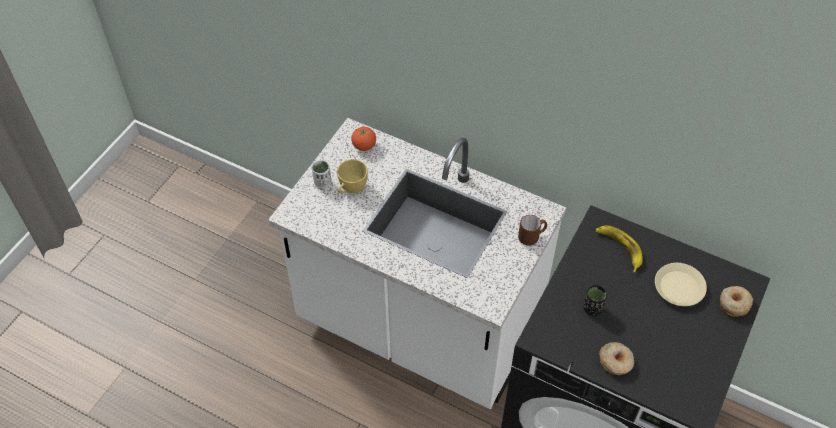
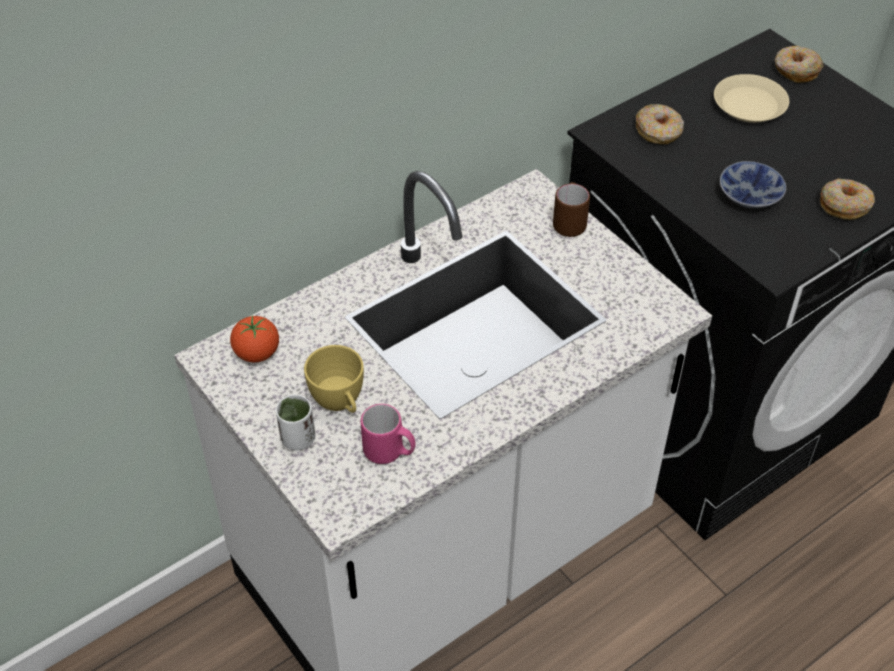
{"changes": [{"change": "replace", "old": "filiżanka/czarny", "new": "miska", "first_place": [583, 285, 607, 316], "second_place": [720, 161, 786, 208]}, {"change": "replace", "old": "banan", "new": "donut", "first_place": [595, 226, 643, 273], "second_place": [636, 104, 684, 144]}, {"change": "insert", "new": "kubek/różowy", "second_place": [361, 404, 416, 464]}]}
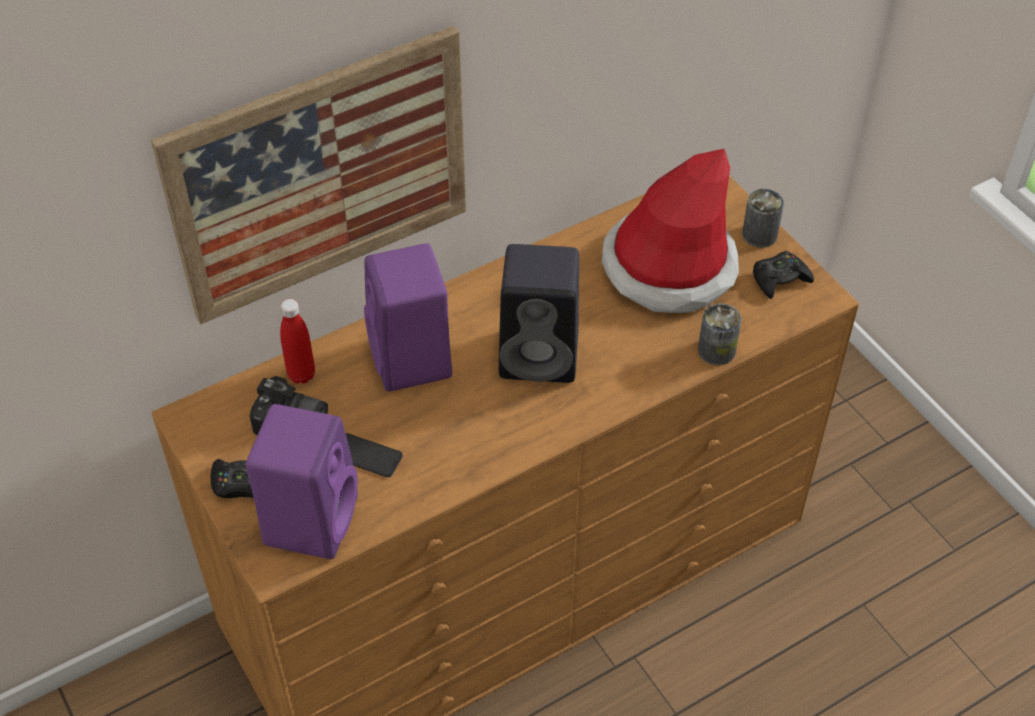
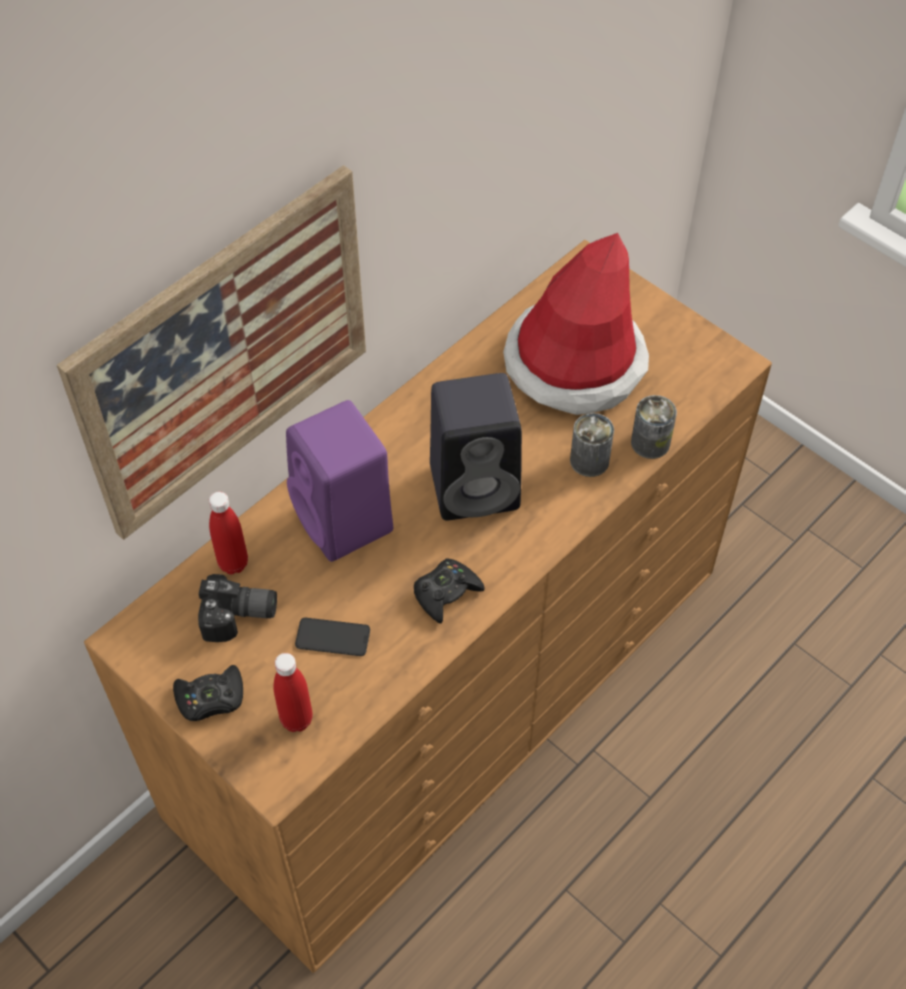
{"changes": [{"change": "replace", "old": "głośnik/fioletowy", "new": "butelka/czerwony", "first_place": [246, 404, 358, 559], "second_place": [273, 653, 313, 732]}, {"change": "move", "old": "puszka", "first_place": [742, 189, 784, 248], "second_place": [570, 413, 614, 477]}, {"change": "move", "old": "pad do gier/czarny", "first_place": [753, 251, 814, 299], "second_place": [414, 558, 485, 624]}]}
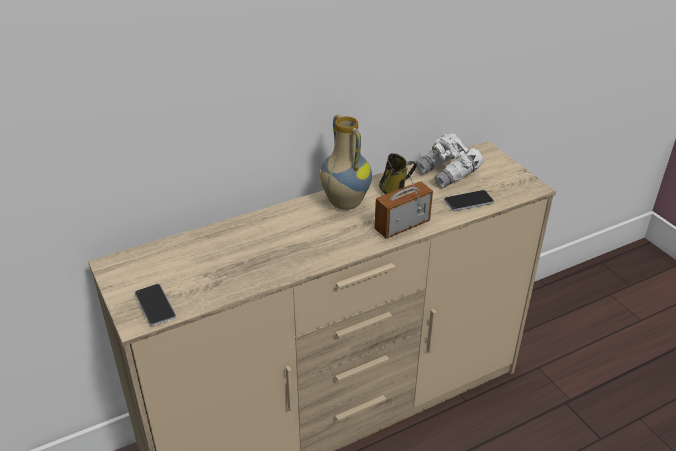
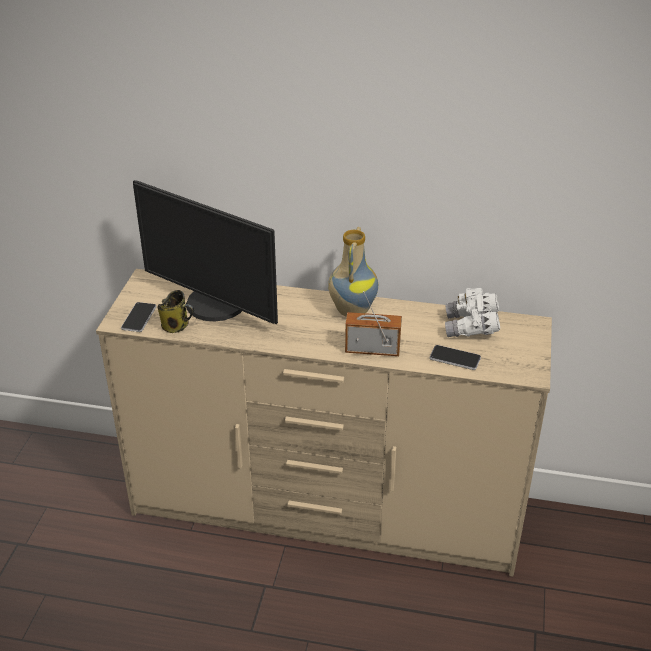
{"changes": [{"change": "move", "old": "kubek", "first_place": [379, 153, 417, 195], "second_place": [158, 290, 194, 333]}, {"change": "insert", "new": "monitor", "second_place": [133, 180, 278, 324]}]}
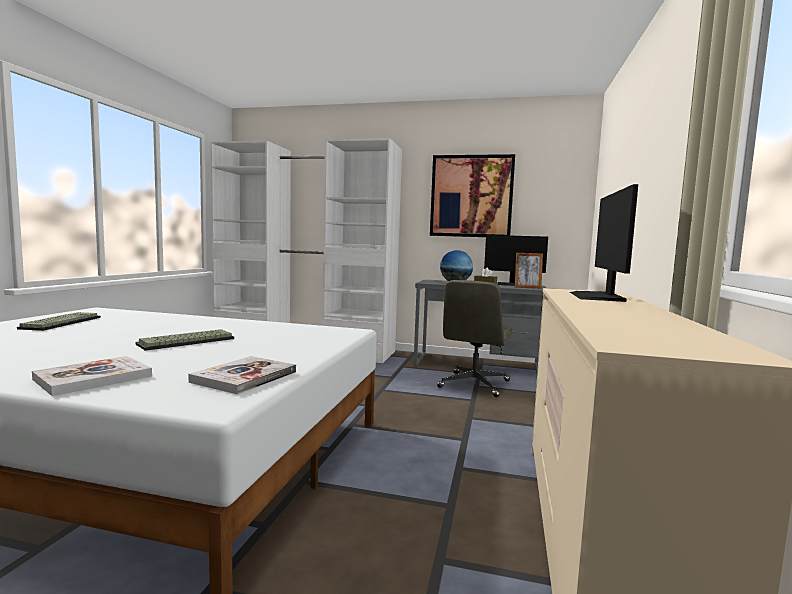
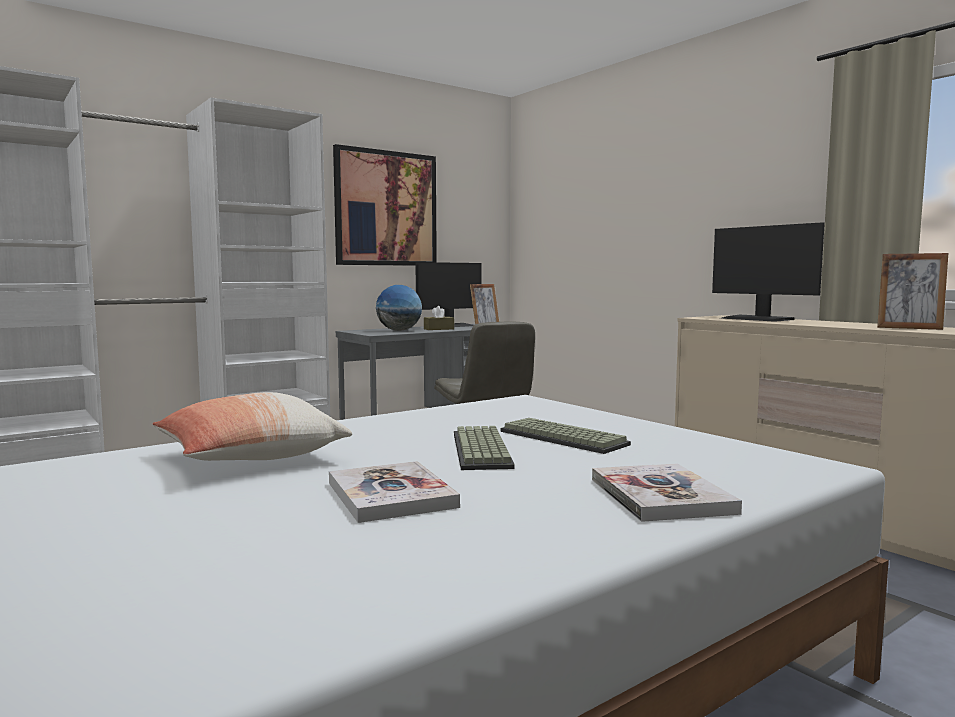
{"changes": [{"change": "move", "old": "klawiatura", "first_place": [17, 312, 101, 331], "second_place": [501, 418, 631, 454]}, {"change": "move", "old": "książka", "first_place": [188, 356, 296, 394], "second_place": [329, 461, 460, 523]}, {"change": "insert", "new": "poduszka", "second_place": [152, 392, 352, 461]}, {"change": "insert", "new": "ramka na zdjęcie", "second_place": [877, 253, 948, 330]}]}
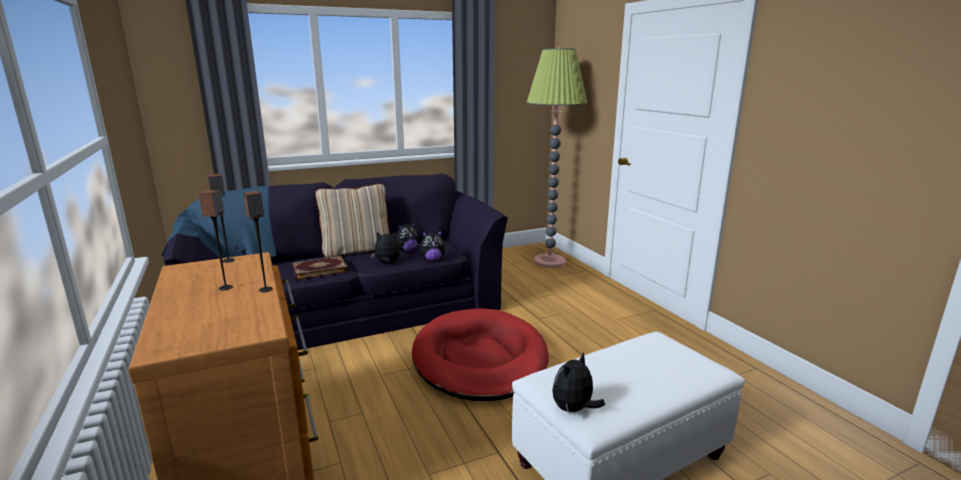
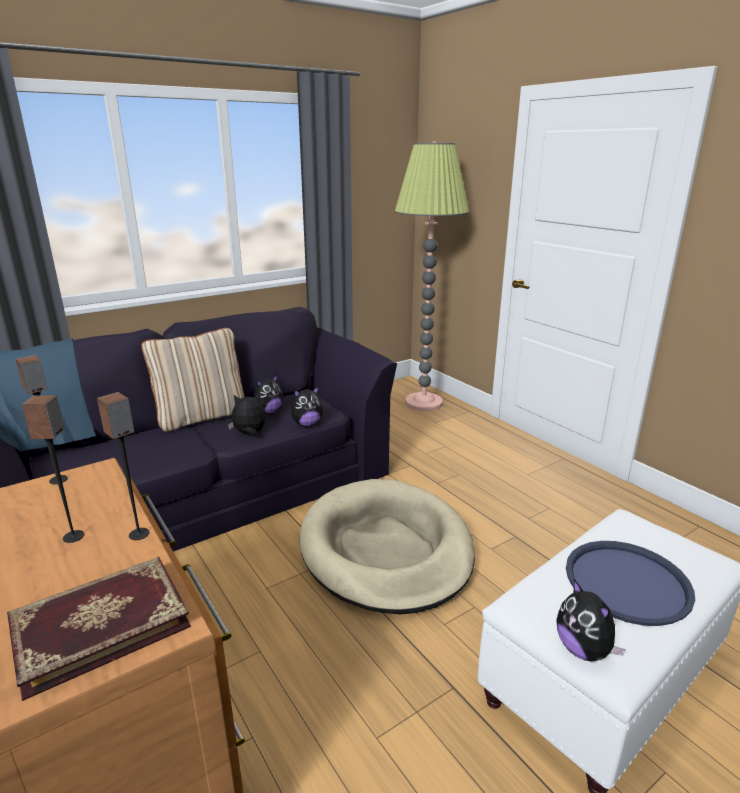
{"changes": [{"change": "move", "old": "książka", "first_place": [292, 256, 348, 281], "second_place": [7, 557, 191, 701]}, {"change": "recolor", "old": "legowisko/czerwony", "new": "legowisko/beżowy", "first_place": [412, 308, 549, 401], "second_place": [299, 479, 475, 614]}, {"change": "rotate", "old": "pluszak", "first_place": [552, 352, 605, 413], "second_place": [556, 579, 626, 662], "degrees": -60}, {"change": "insert", "new": "taca/niebieski", "second_place": [566, 541, 695, 626]}]}
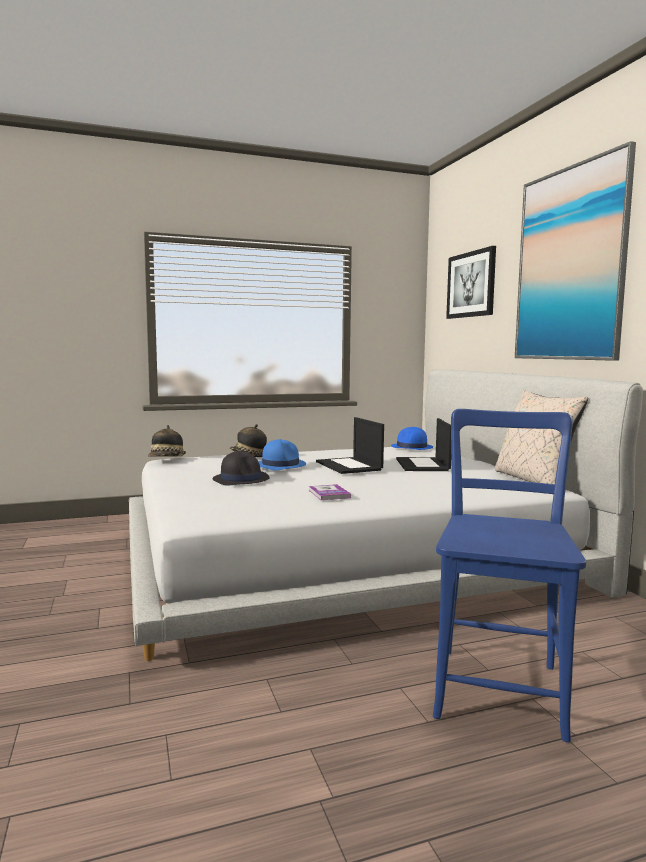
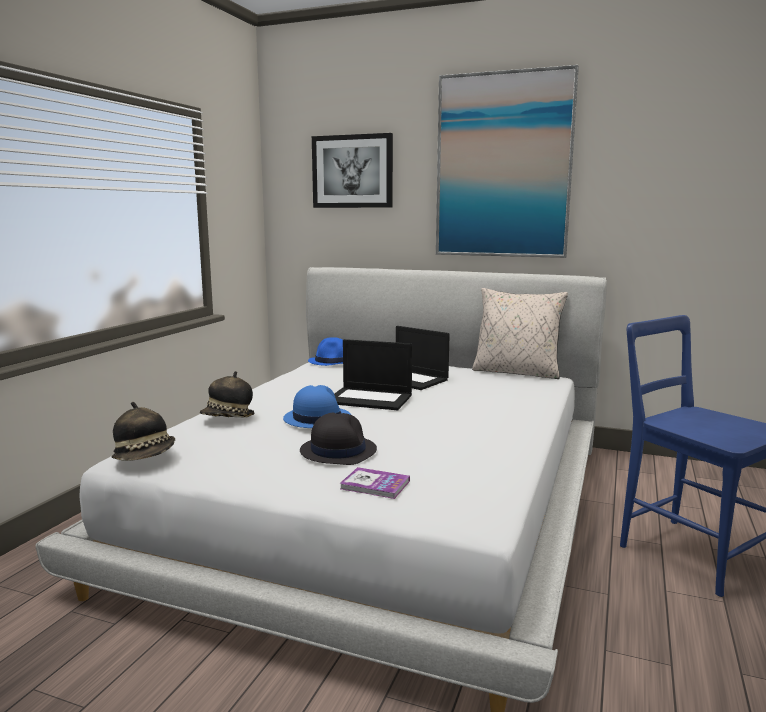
{"changes": [{"change": "move", "old": "książka", "first_place": [309, 484, 351, 500], "second_place": [339, 467, 410, 499]}]}
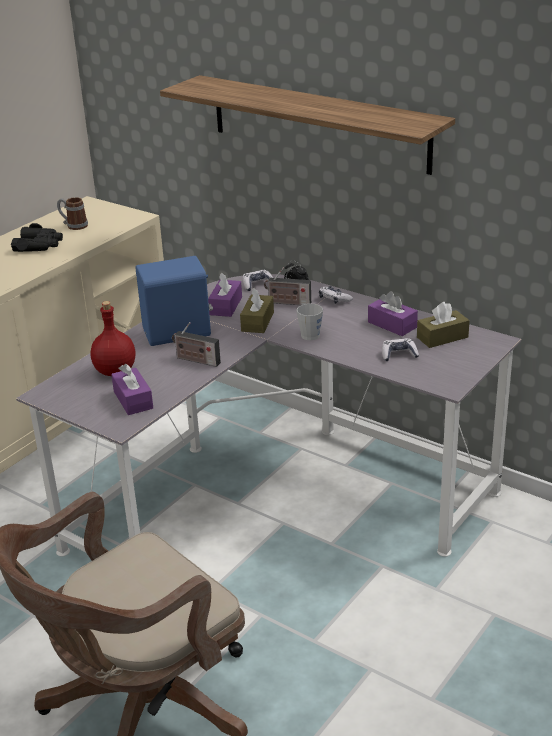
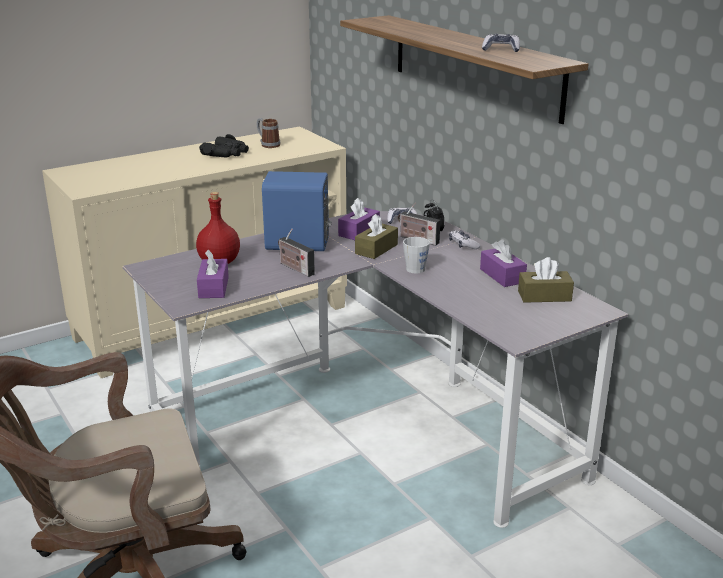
{"changes": [{"change": "move", "old": "pad do gier", "first_place": [382, 338, 419, 361], "second_place": [482, 34, 520, 52]}]}
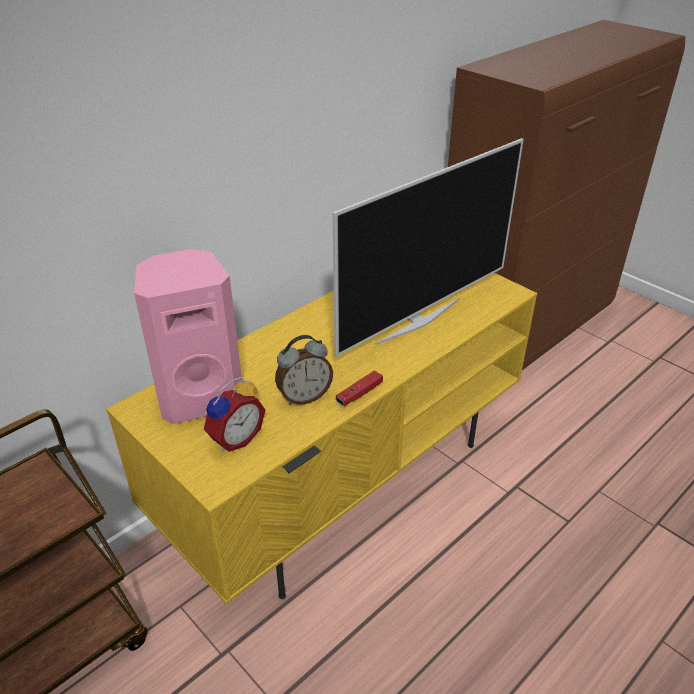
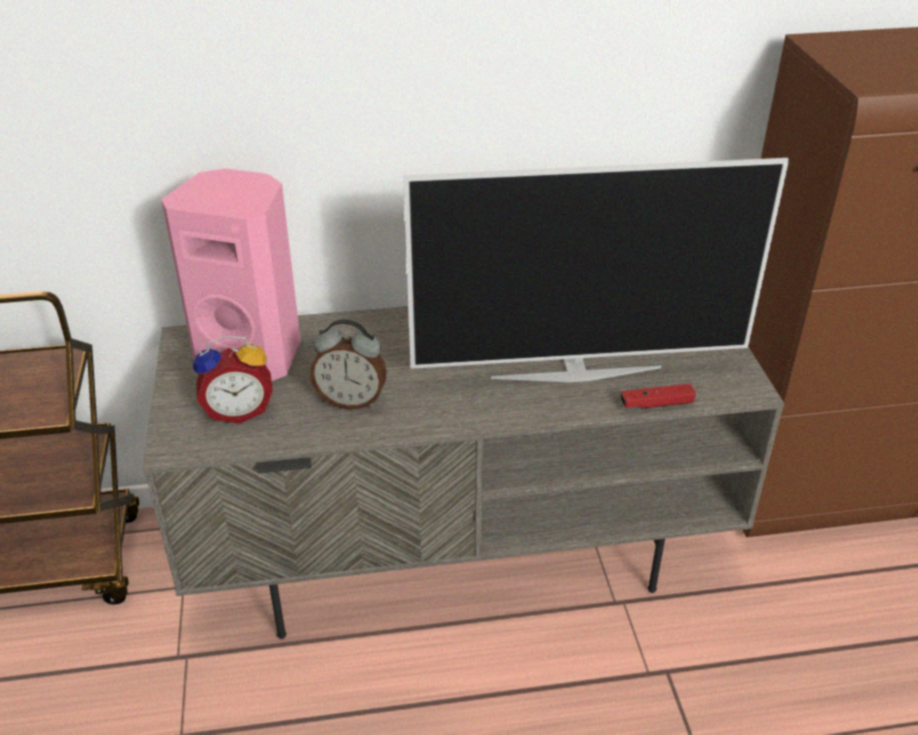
{"changes": [{"change": "recolor", "old": "szafka pod telewizor/żółty", "new": "szafka pod telewizor/szary", "first_place": [106, 273, 537, 604], "second_place": [143, 306, 784, 639]}, {"change": "move", "old": "pad do gier/czerwony", "first_place": [336, 371, 383, 406], "second_place": [621, 384, 696, 408]}]}
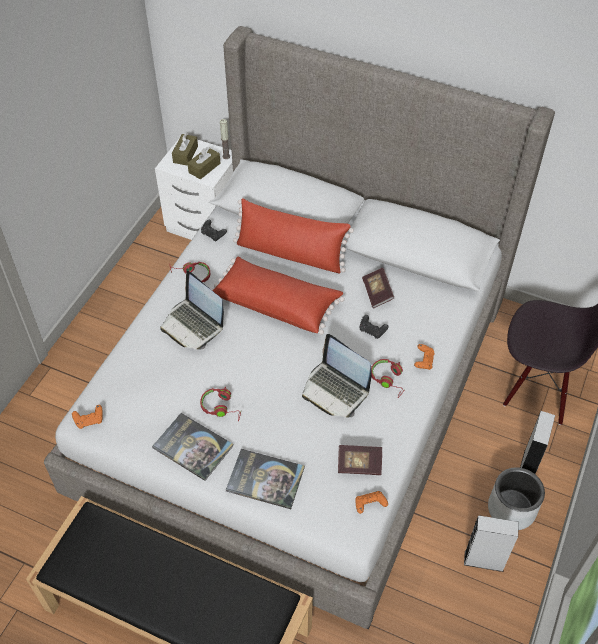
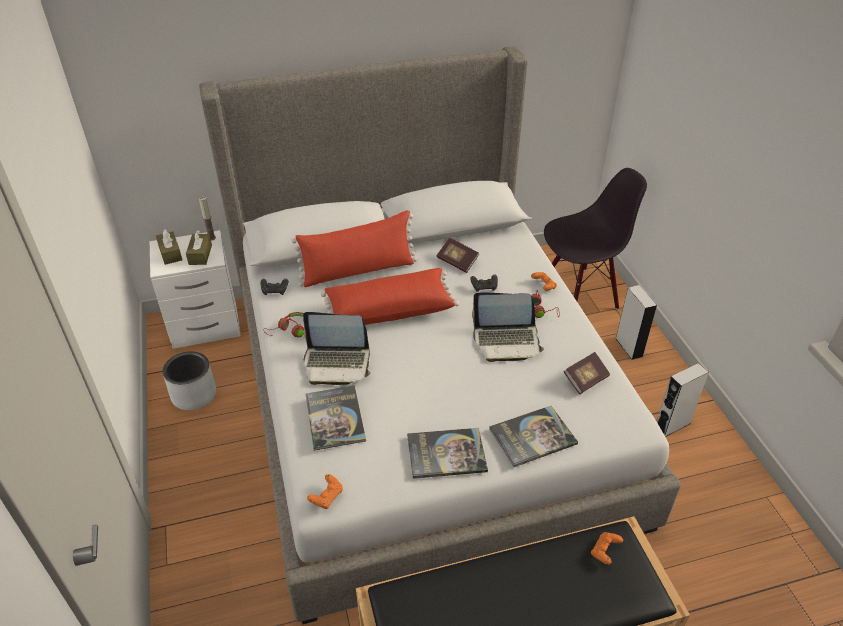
{"changes": [{"change": "delete", "old": "słuchawki/czerwony", "first_place": [200, 387, 241, 421]}, {"change": "move", "old": "pad do gier/pomarańczowy", "first_place": [355, 491, 388, 514], "second_place": [591, 532, 623, 565]}, {"change": "move", "old": "donica/szary", "first_place": [488, 467, 545, 530], "second_place": [162, 352, 216, 410]}, {"change": "insert", "new": "książka", "second_place": [306, 385, 366, 450]}]}
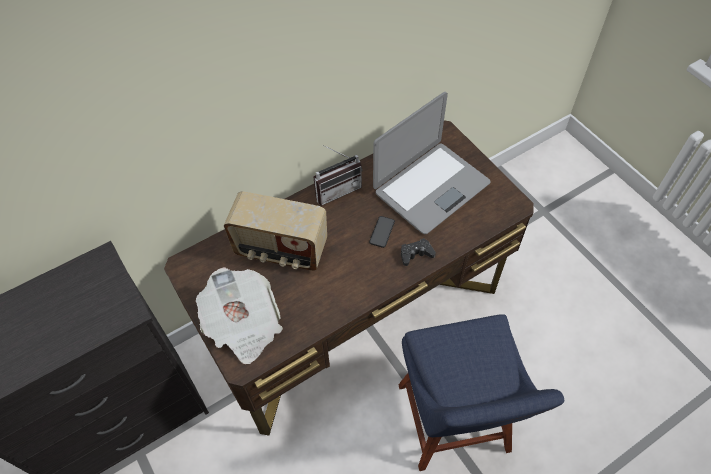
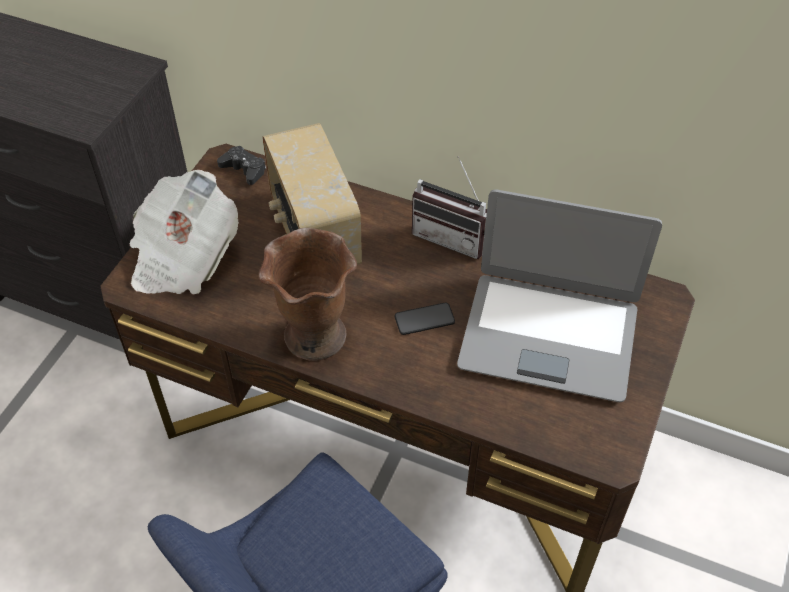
{"changes": [{"change": "move", "old": "pad do gier/czarny", "first_place": [401, 238, 436, 266], "second_place": [217, 146, 266, 185]}, {"change": "insert", "new": "wazon/brązowy", "second_place": [258, 228, 357, 361]}]}
